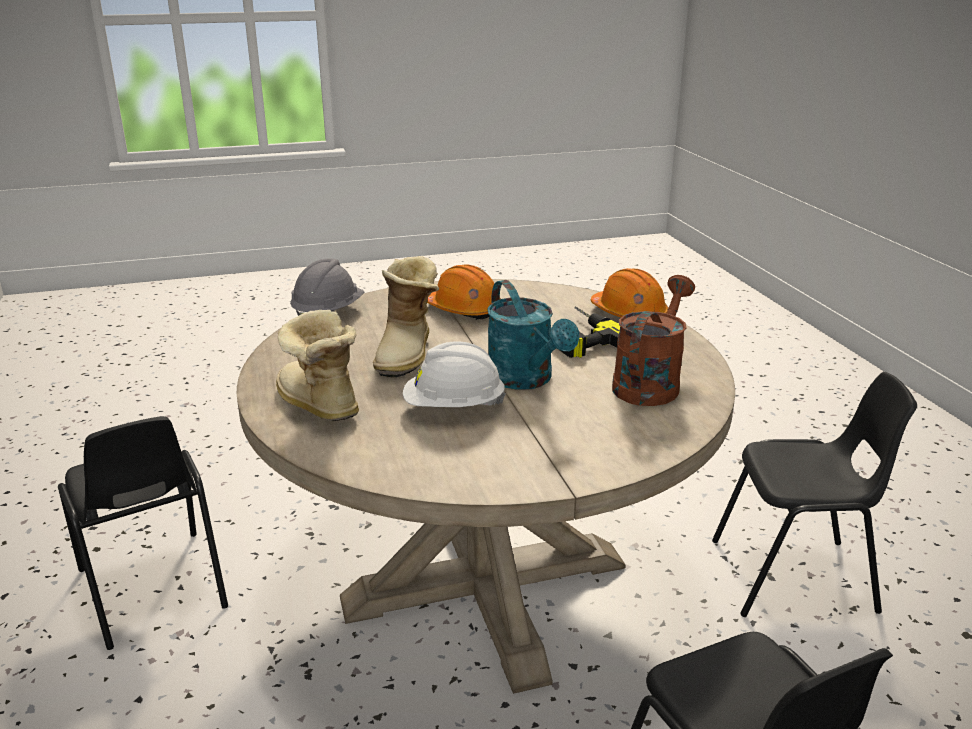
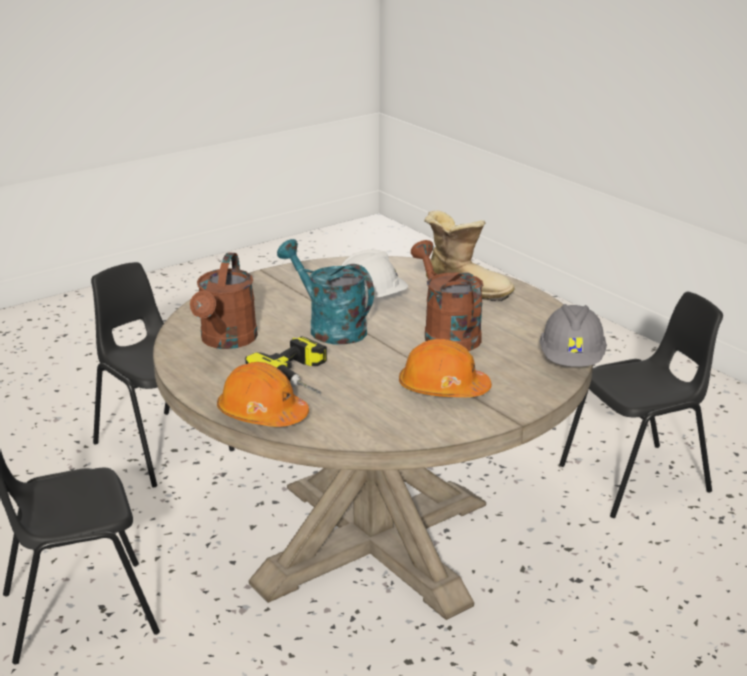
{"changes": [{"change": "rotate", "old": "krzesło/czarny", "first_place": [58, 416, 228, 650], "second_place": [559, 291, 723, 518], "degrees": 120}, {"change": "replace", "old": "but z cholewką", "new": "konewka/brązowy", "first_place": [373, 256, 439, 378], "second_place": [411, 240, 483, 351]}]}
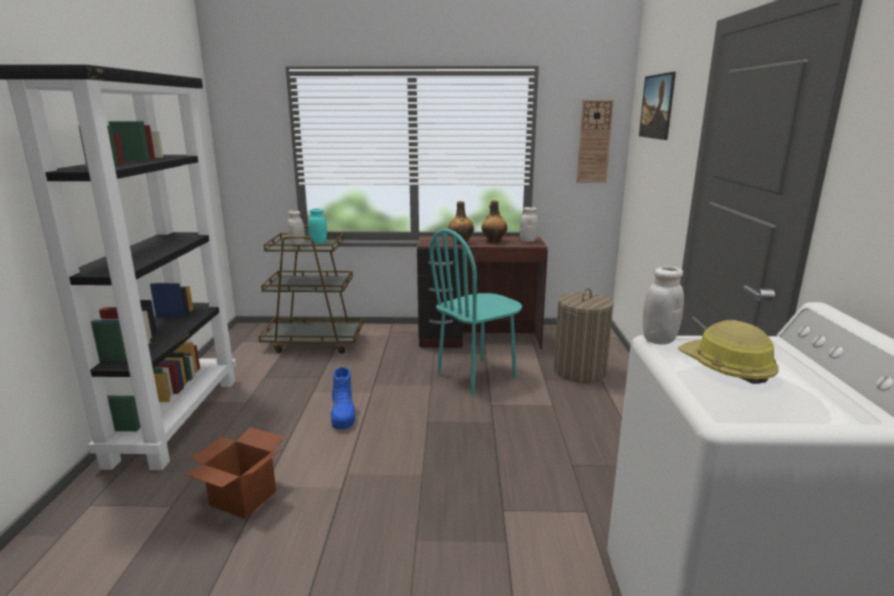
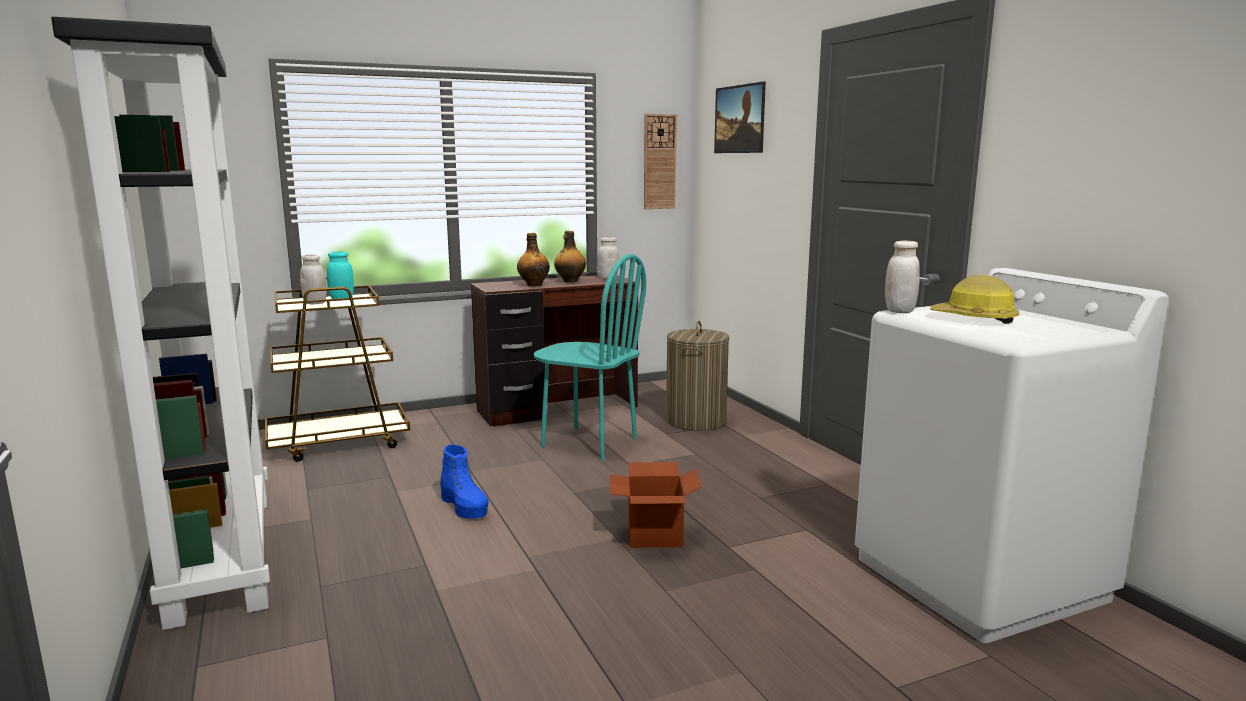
{"changes": [{"change": "move", "old": "karton", "first_place": [184, 427, 285, 519], "second_place": [610, 462, 702, 548]}, {"change": "rotate", "old": "krzesło/turkusowy", "first_place": [429, 229, 522, 396], "second_place": [534, 254, 646, 460], "degrees": -90}]}
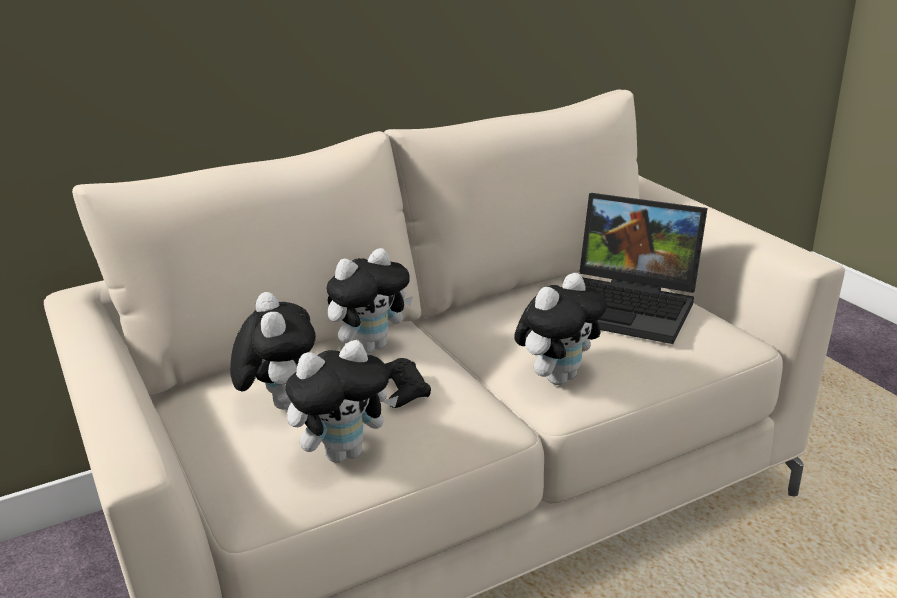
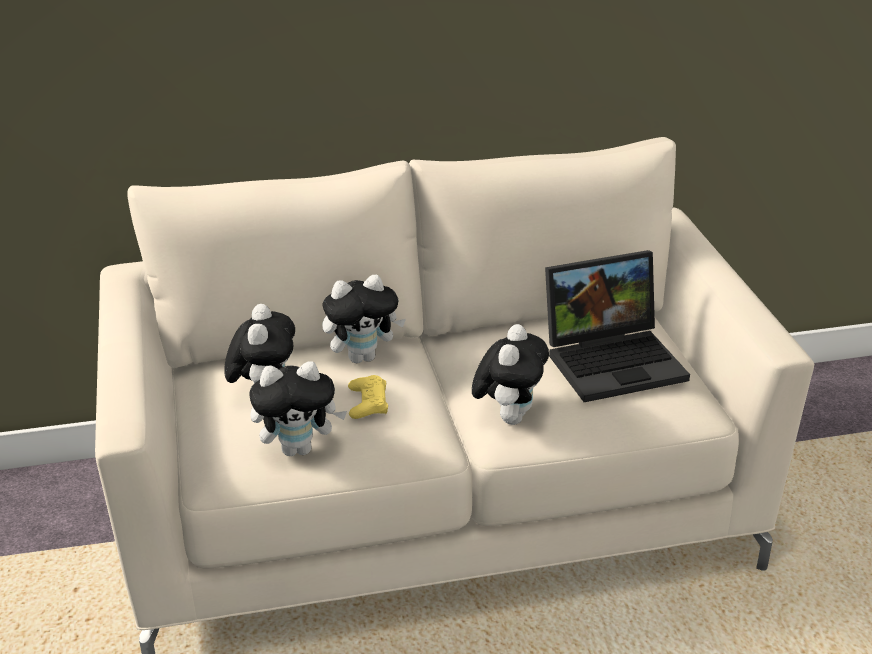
{"changes": [{"change": "recolor", "old": "pad do gier/czarny", "new": "pad do gier/żółty", "first_place": [385, 358, 431, 408], "second_place": [348, 375, 388, 419]}, {"change": "rotate", "old": "pluszak", "first_place": [514, 273, 607, 385], "second_place": [472, 324, 549, 425], "degrees": -45}, {"change": "rotate", "old": "laptop", "first_place": [579, 193, 708, 344], "second_place": [545, 250, 690, 402], "degrees": -60}]}
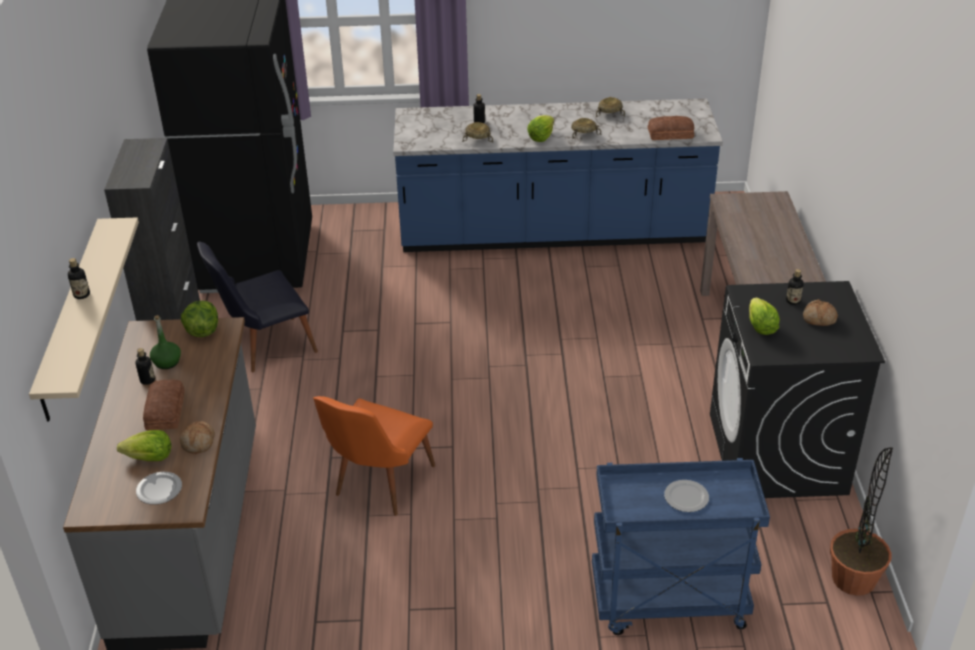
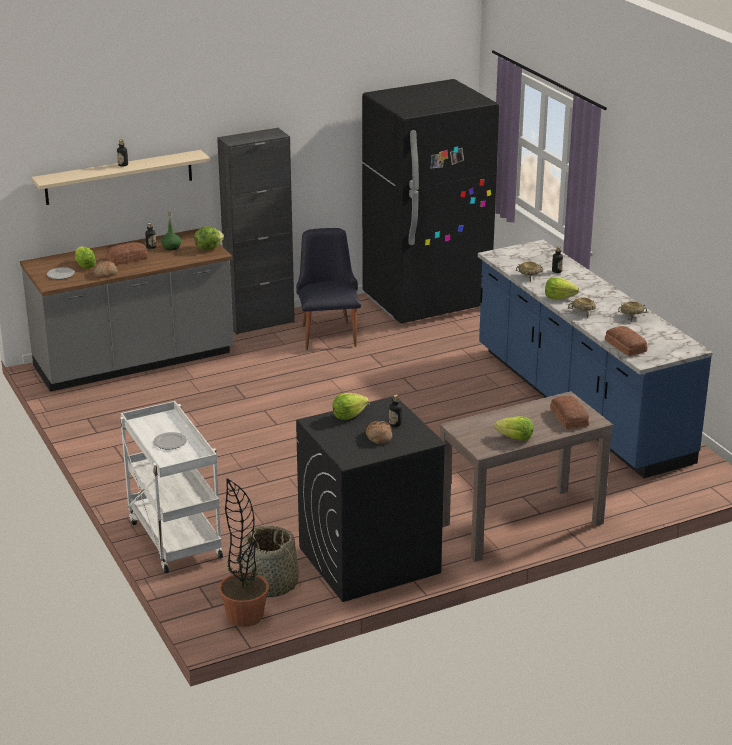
{"changes": [{"change": "rotate", "old": "krzesło/czarny", "first_place": [197, 242, 318, 373], "second_place": [296, 228, 361, 350], "degrees": 45}, {"change": "delete", "old": "krzesło/pomarańczowy", "first_place": [313, 396, 435, 516]}, {"change": "recolor", "old": "wózek/niebieski", "new": "wózek/biały", "first_place": [592, 458, 770, 635], "second_place": [120, 401, 223, 574]}, {"change": "insert", "new": "koszyk", "second_place": [243, 526, 301, 597]}, {"change": "insert", "new": "sałata", "second_place": [494, 416, 533, 441]}, {"change": "insert", "new": "chleb", "second_place": [550, 396, 589, 429]}]}
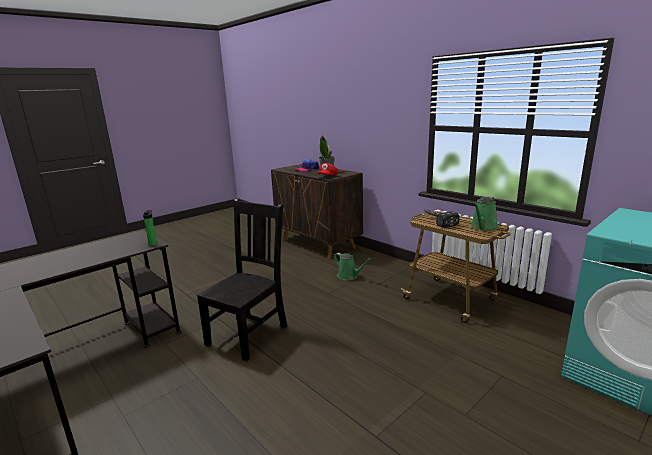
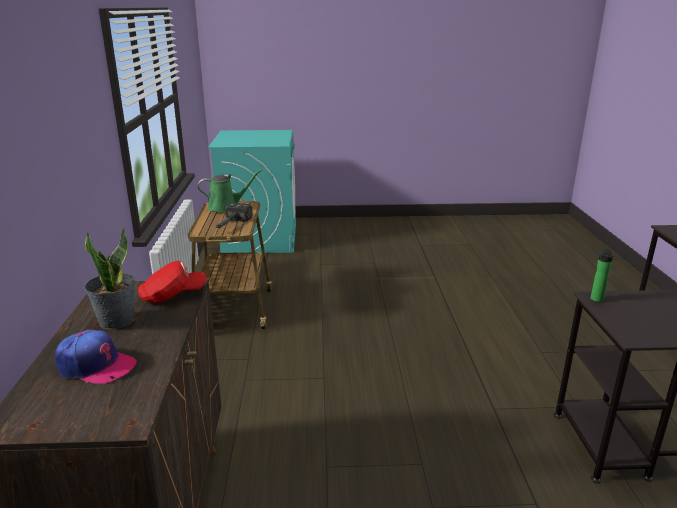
{"changes": [{"change": "delete", "old": "krzesło/czarny", "first_place": [197, 198, 287, 361]}, {"change": "delete", "old": "konewka/zielony", "first_place": [334, 253, 371, 280]}]}
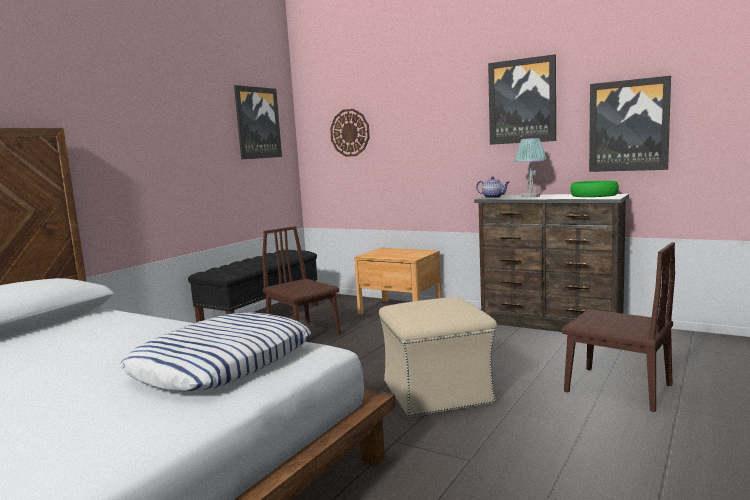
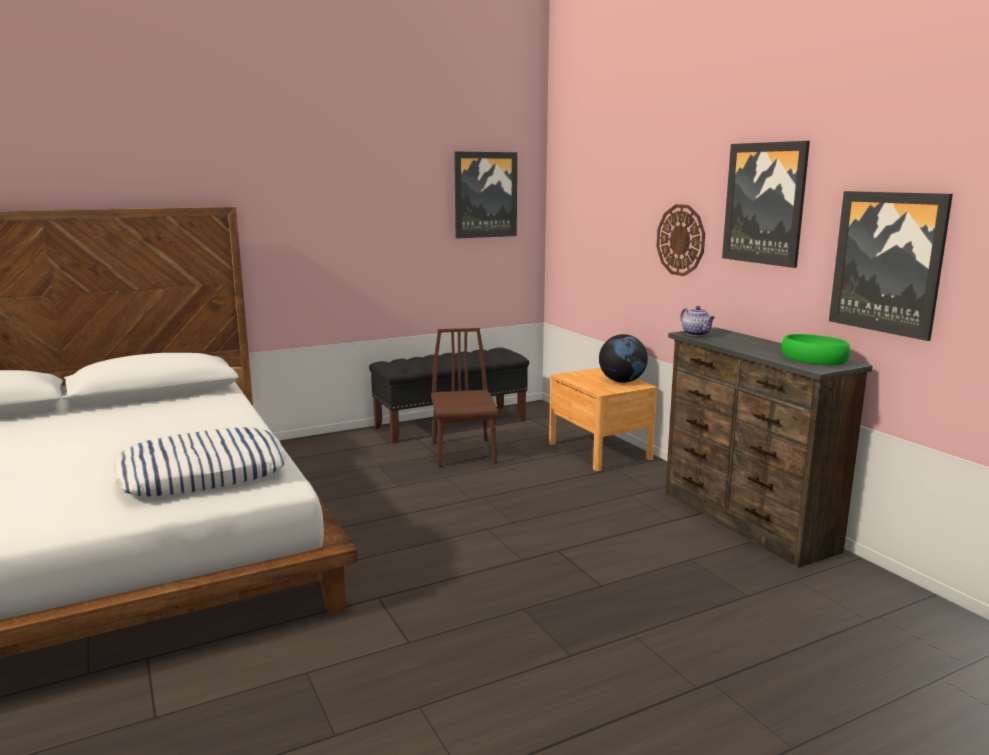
{"changes": [{"change": "move", "old": "zegar ścienny", "first_place": [330, 109, 370, 157], "second_place": [656, 204, 705, 276]}, {"change": "delete", "old": "pufa/beżowy", "first_place": [379, 297, 497, 417]}, {"change": "delete", "old": "lampa stołowa", "first_place": [514, 138, 547, 197]}, {"change": "delete", "old": "krzesło/brązowy", "first_place": [562, 242, 675, 412]}, {"change": "insert", "new": "globus", "second_place": [599, 334, 648, 383]}]}
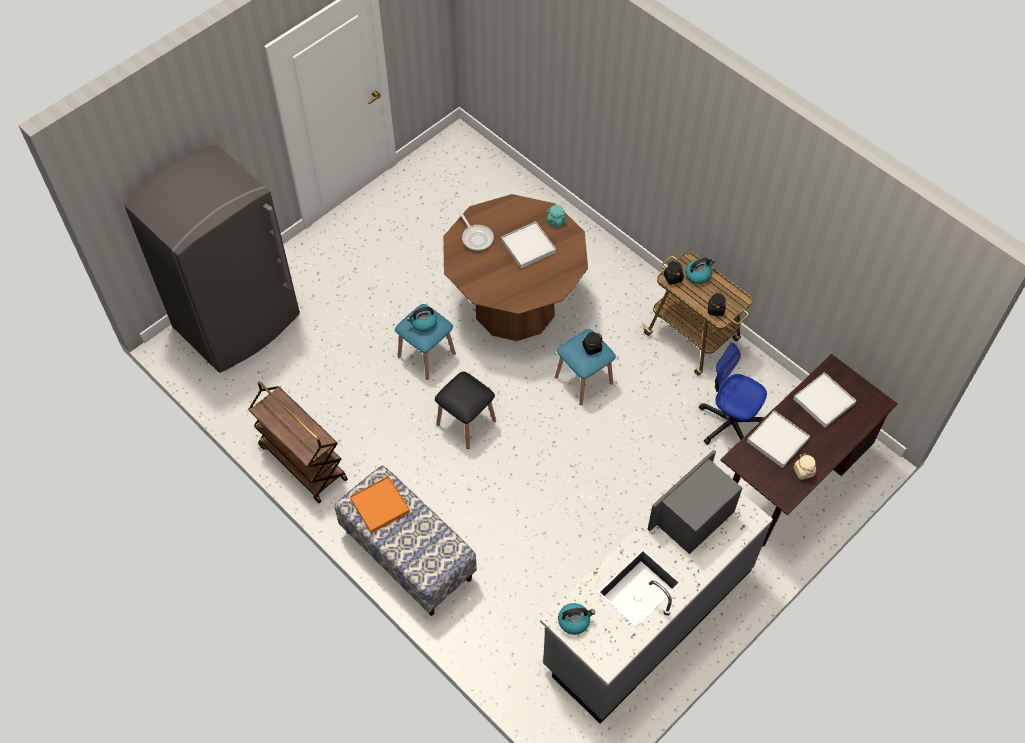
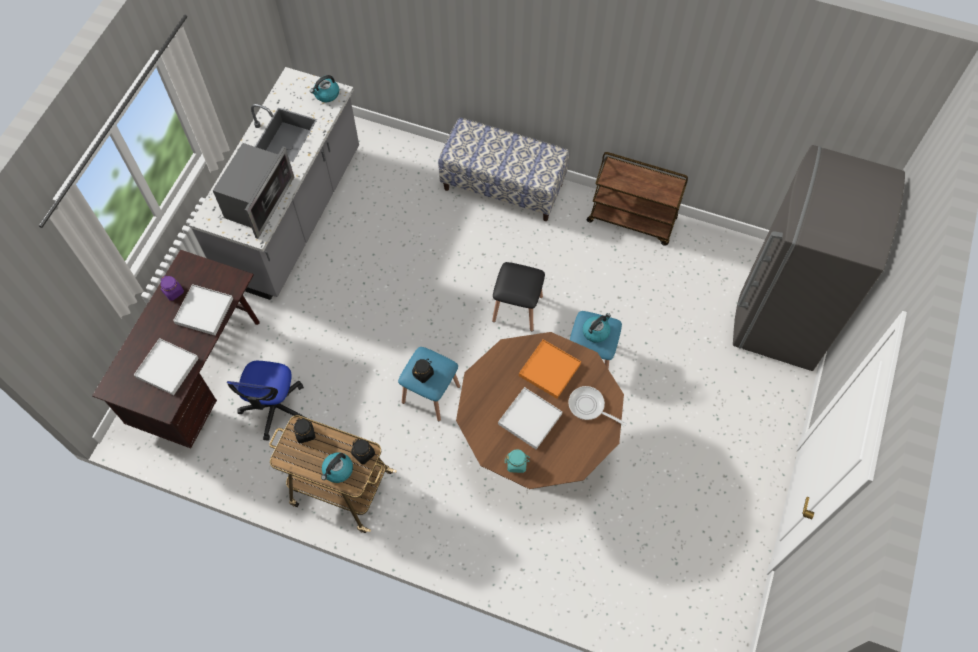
{"changes": [{"change": "move", "old": "taca/pomarańczowy", "first_place": [350, 476, 410, 533], "second_place": [519, 339, 581, 398]}, {"change": "rotate", "old": "krzesło biurowe", "first_place": [699, 343, 767, 445], "second_place": [227, 361, 306, 441], "degrees": 90}, {"change": "recolor", "old": "słoik/beżowy", "new": "słoik/fioletowy", "first_place": [793, 453, 816, 480], "second_place": [161, 276, 184, 301]}]}
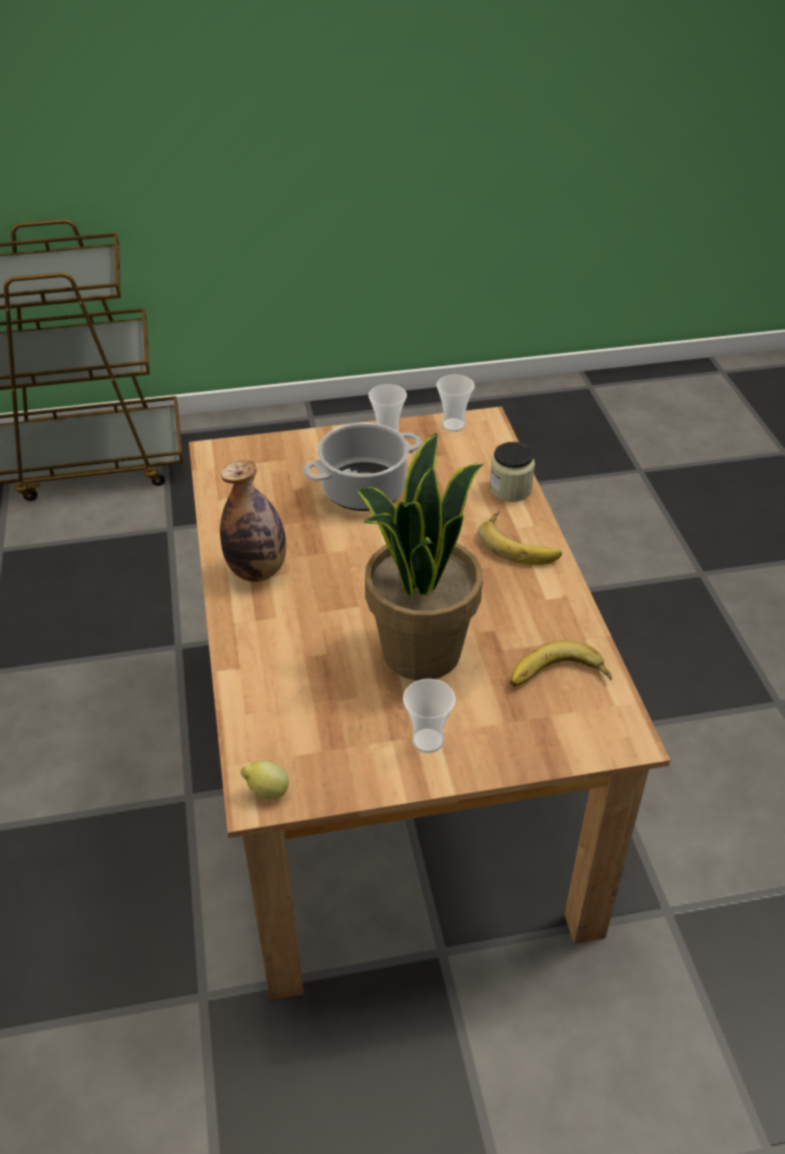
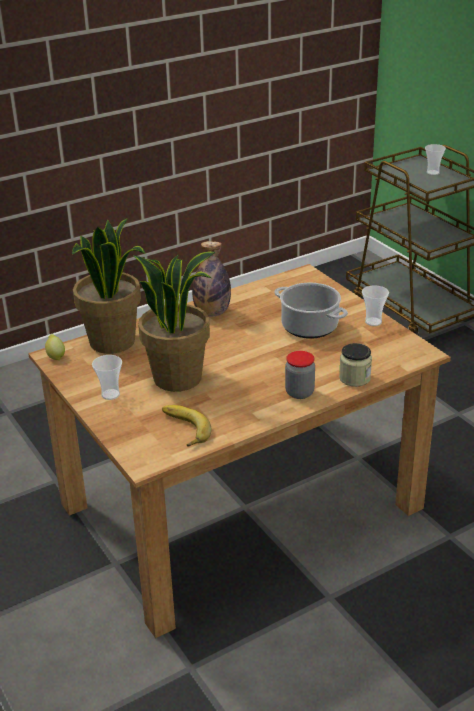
{"changes": [{"change": "move", "old": "filiżanka", "first_place": [437, 375, 475, 432], "second_place": [425, 144, 446, 175]}, {"change": "replace", "old": "banan", "new": "słoik", "first_place": [478, 511, 562, 565], "second_place": [285, 351, 315, 399]}, {"change": "insert", "new": "roślina doniczkowa", "second_place": [72, 218, 145, 354]}]}
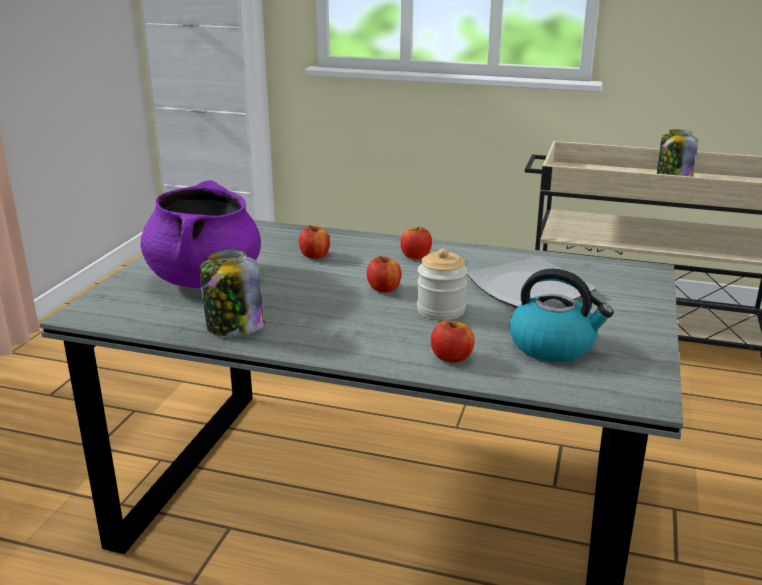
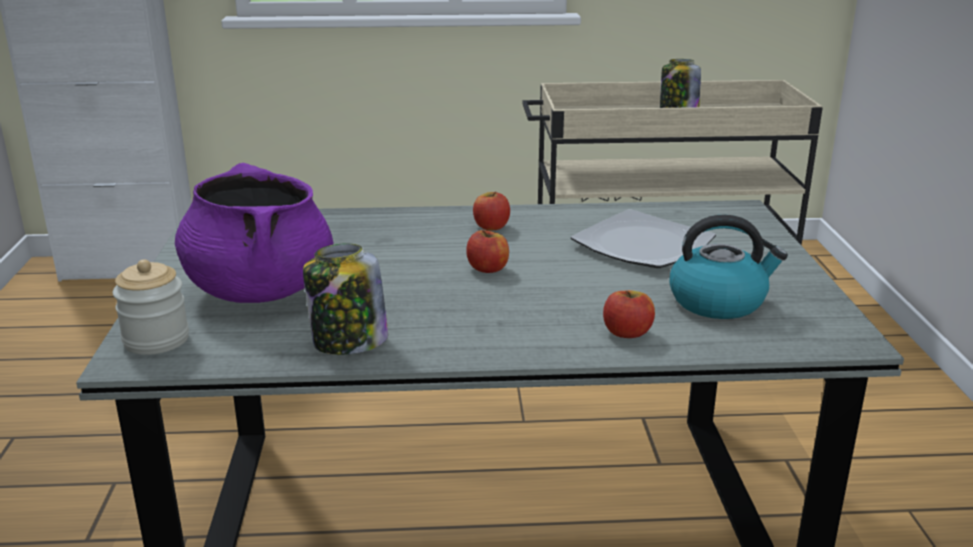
{"changes": [{"change": "delete", "old": "jabłko", "first_place": [299, 225, 330, 259]}, {"change": "move", "old": "słoik", "first_place": [417, 248, 468, 320], "second_place": [113, 259, 189, 355]}]}
